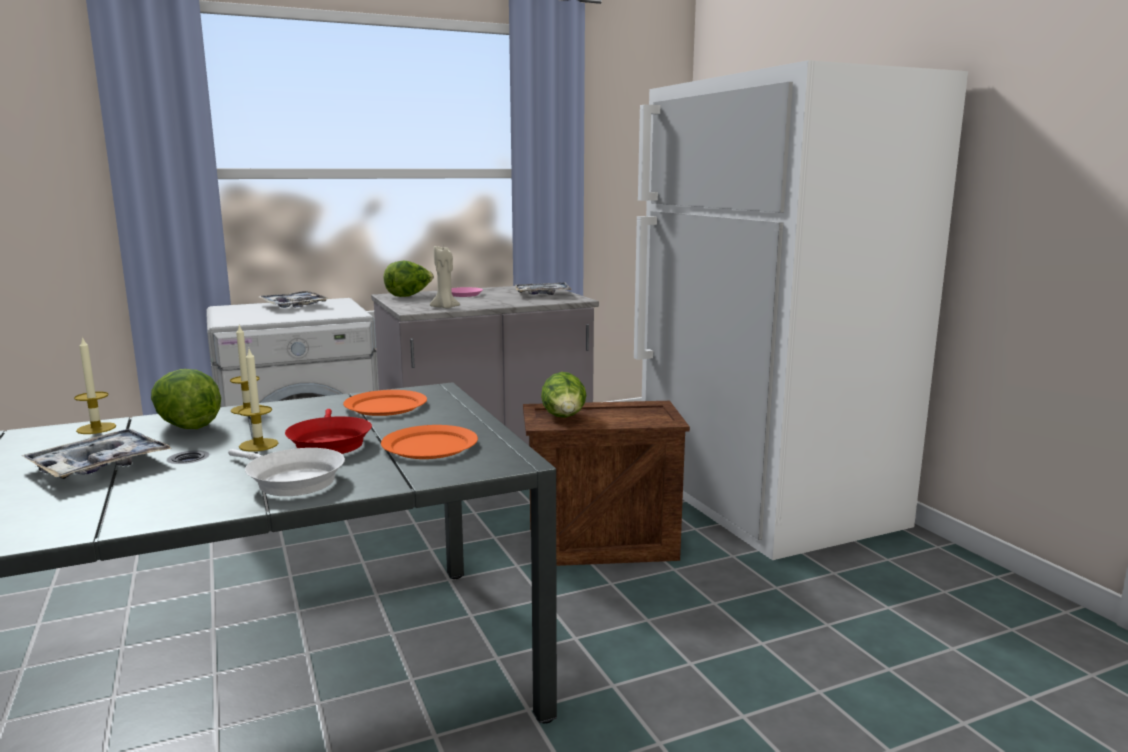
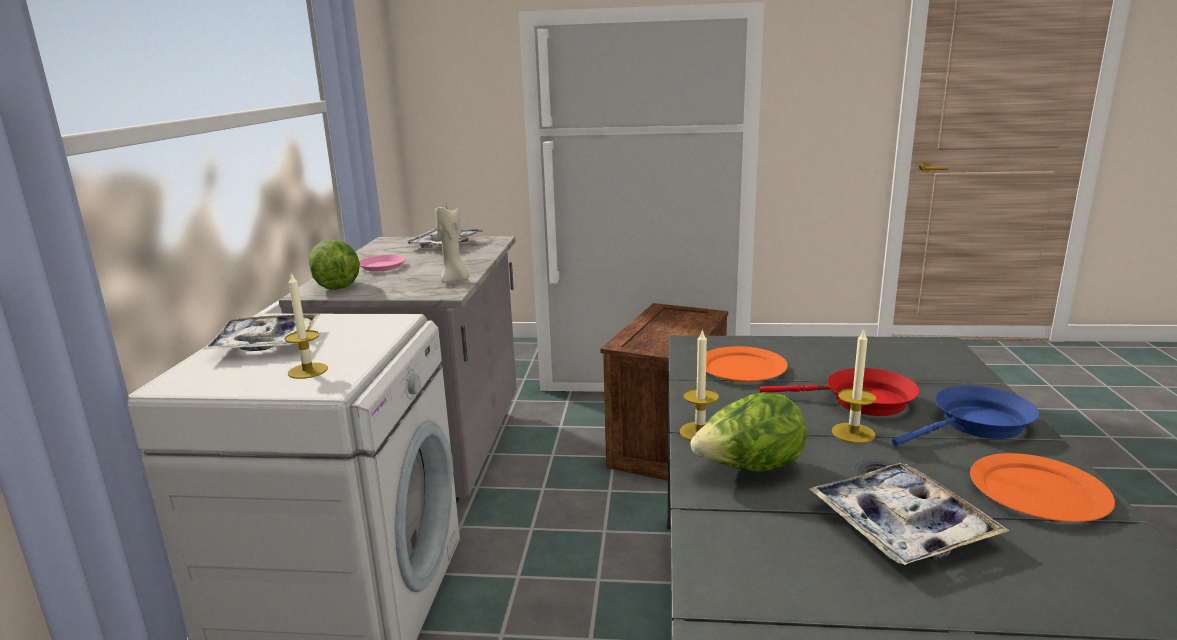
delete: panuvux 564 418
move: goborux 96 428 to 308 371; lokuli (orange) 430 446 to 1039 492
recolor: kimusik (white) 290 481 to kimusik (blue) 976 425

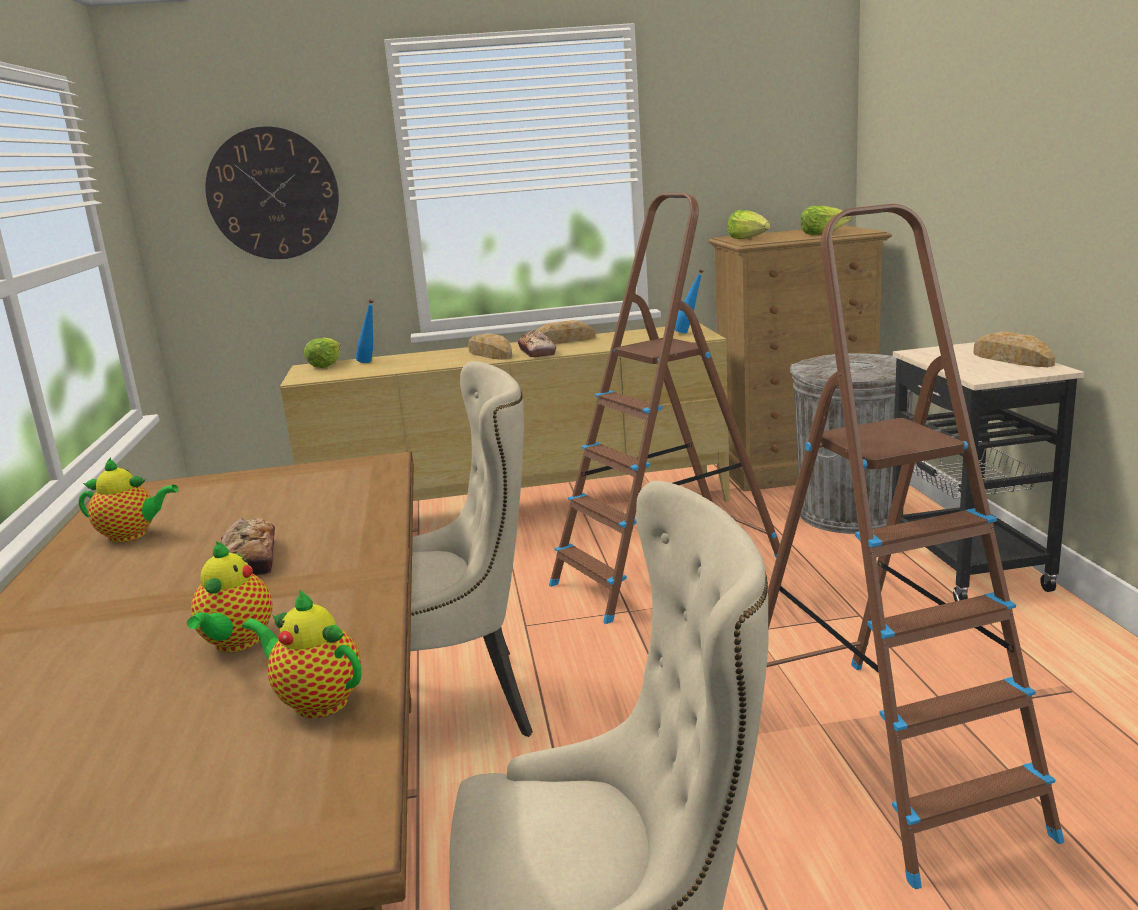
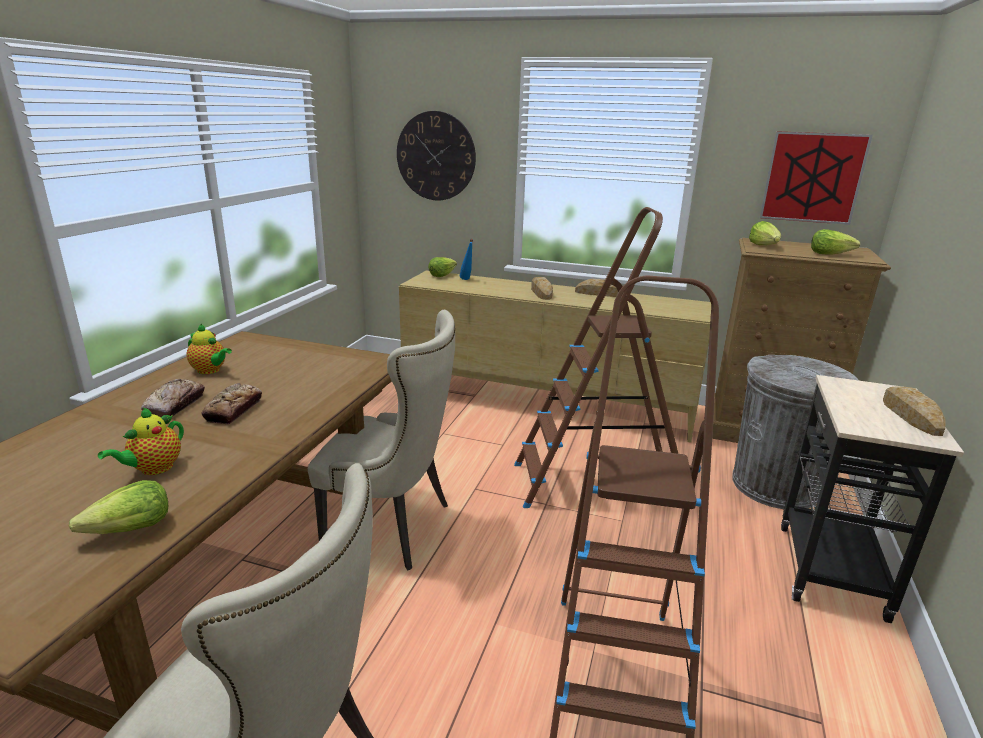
delete: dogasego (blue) 689 333
insert: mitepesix 813 178
move: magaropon 537 352 to 175 405
replace: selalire 316 701 to panuvux 130 530

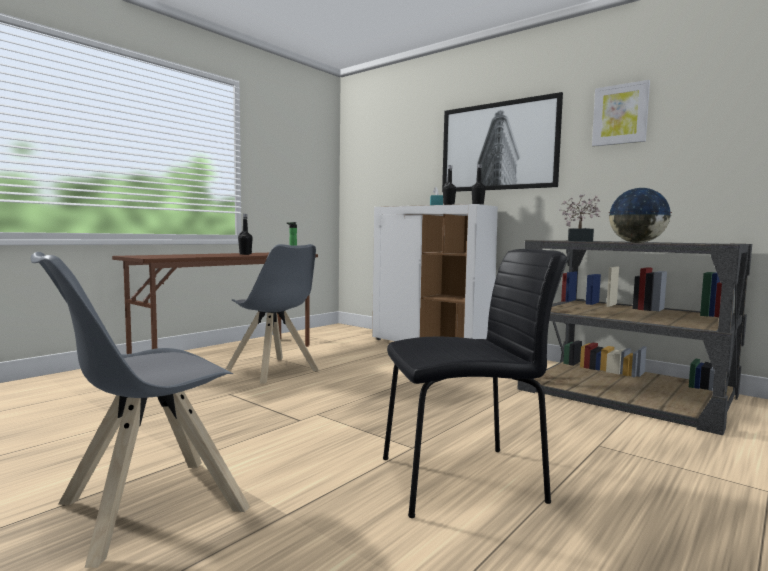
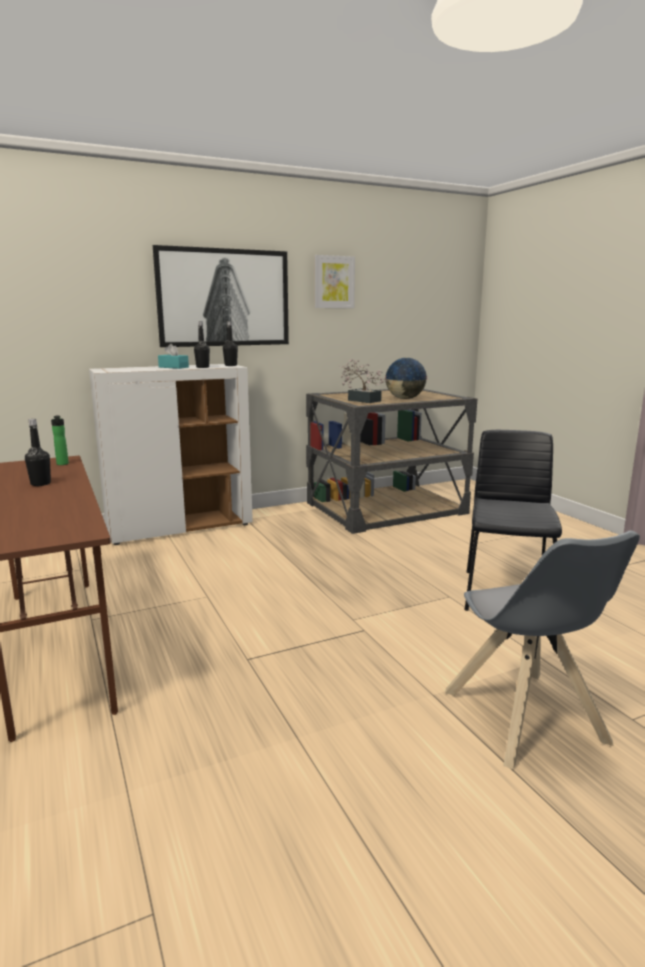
delete: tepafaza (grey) 273 371

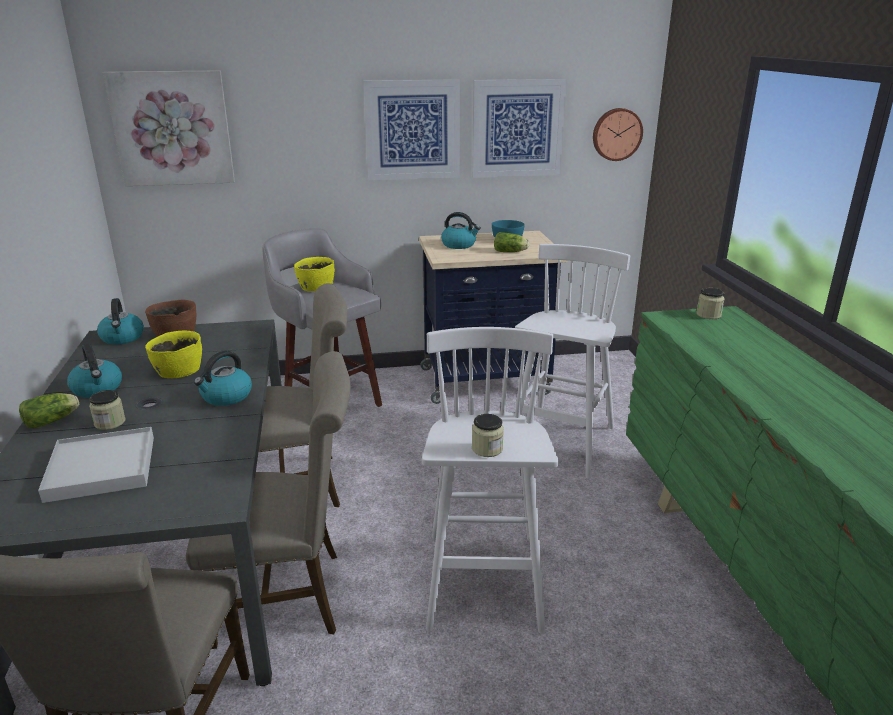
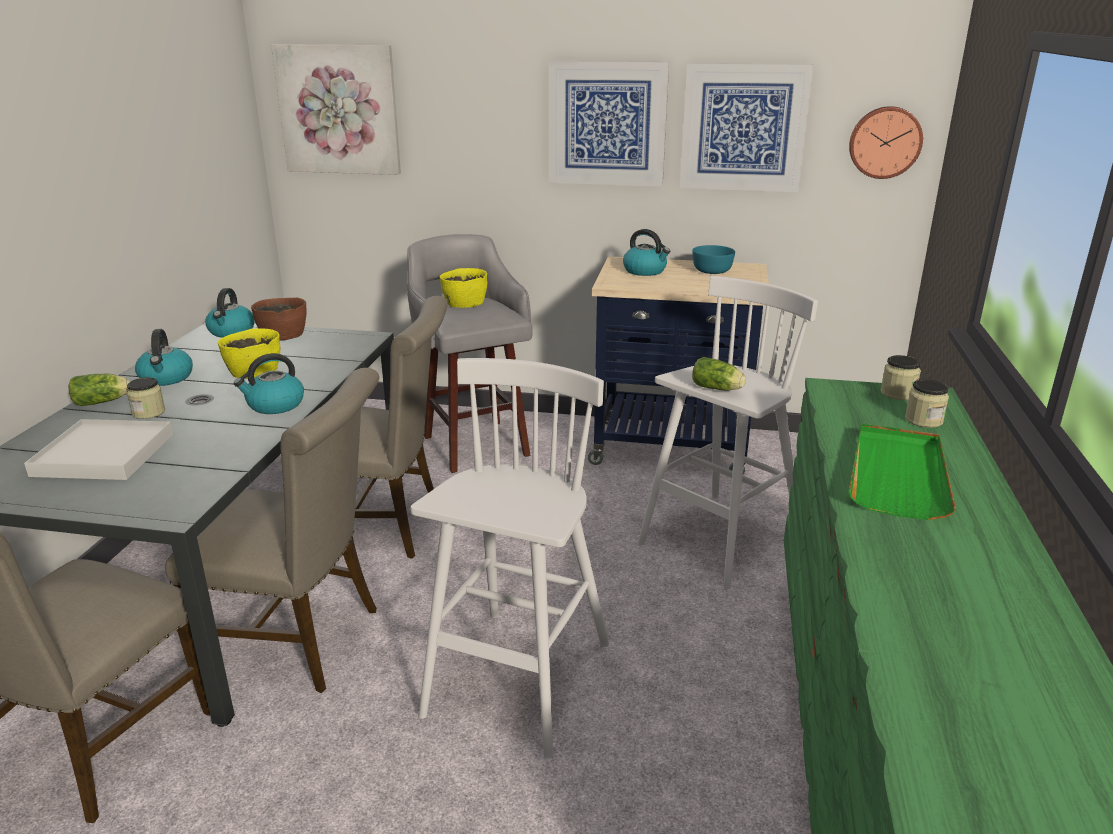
insert: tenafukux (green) 898 475
move: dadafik 487 449 to 923 420; panuvux 511 252 to 718 389

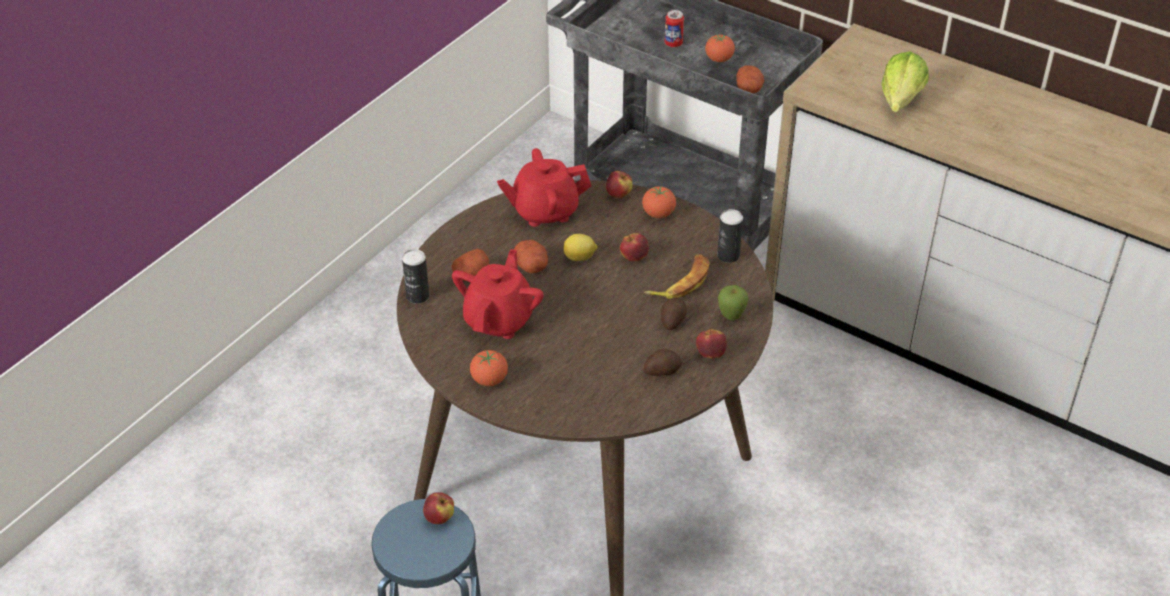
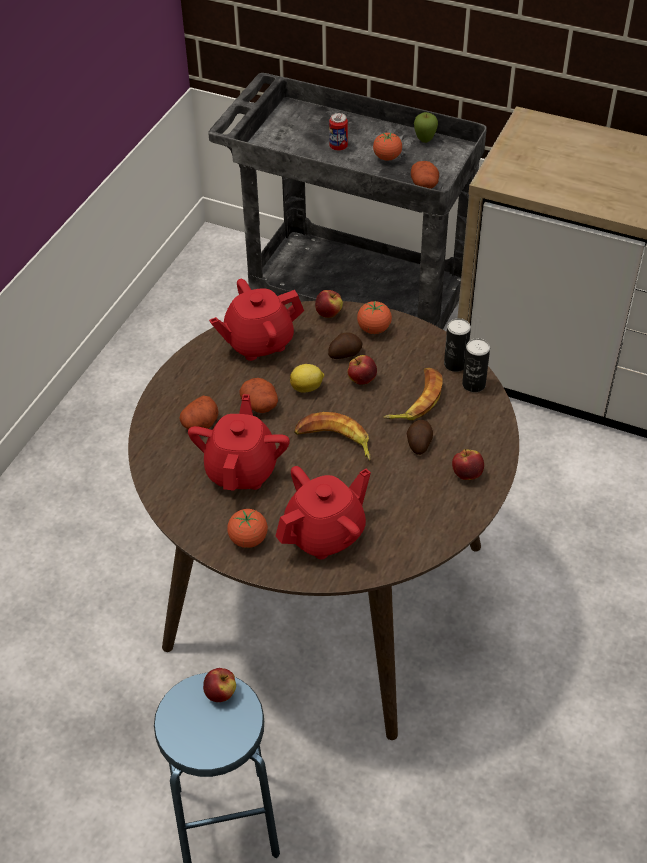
delete: panuvux 897 104
insert: selalire (red) 325 533; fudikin 334 441
move: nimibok 417 296 to 473 384; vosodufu 662 370 to 344 353; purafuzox 731 318 to 424 141

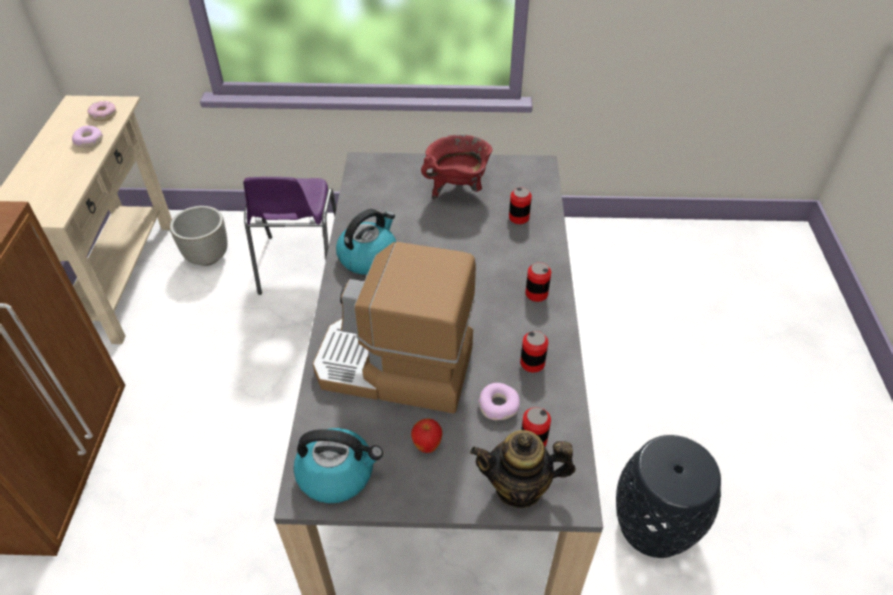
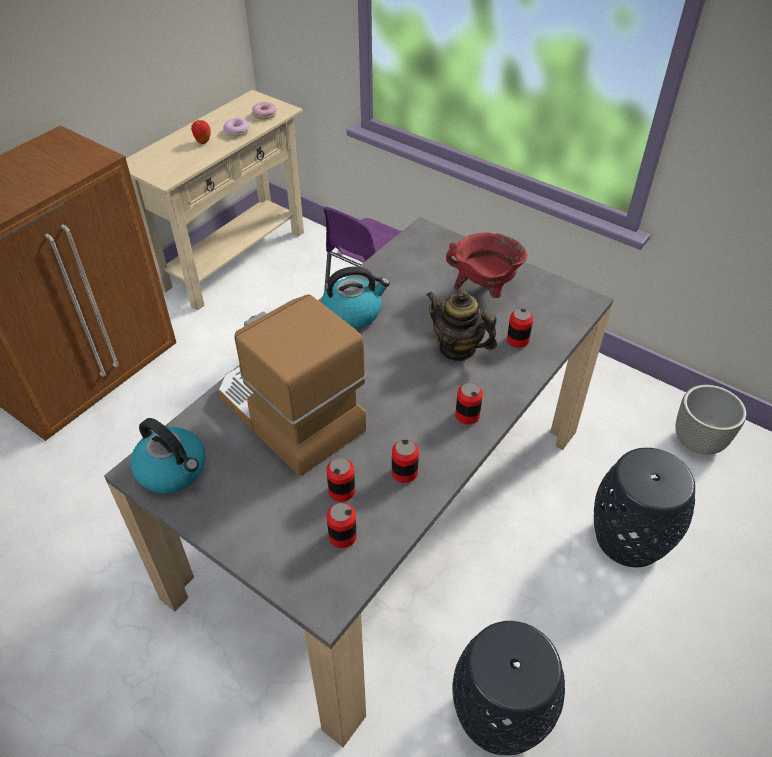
insert: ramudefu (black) 629 539
move: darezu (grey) 207 257 to 697 442; purafuzox 427 446 to 203 142; selalire 519 487 to 457 348
replace: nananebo 498 405 to nimibok 341 491

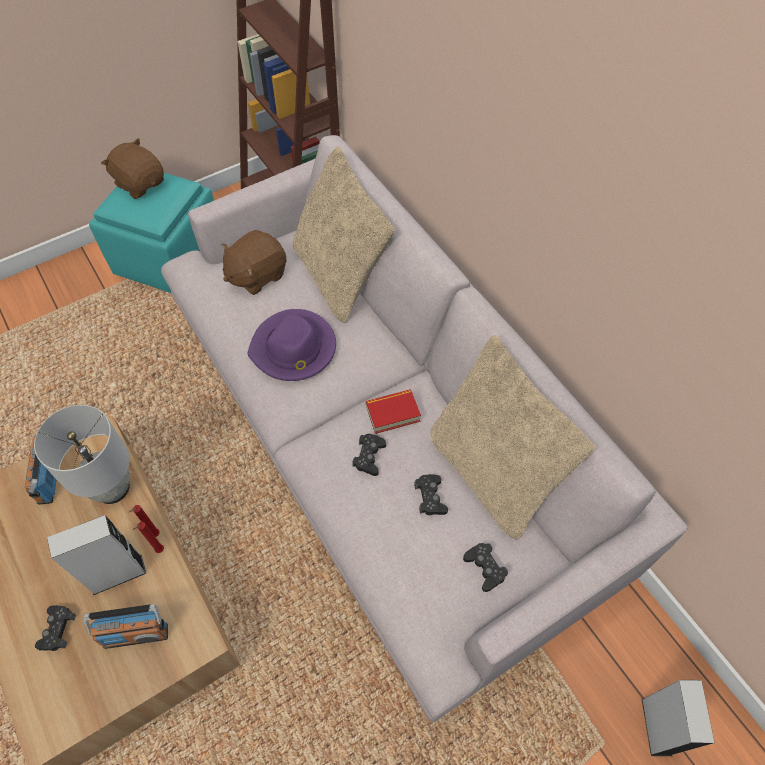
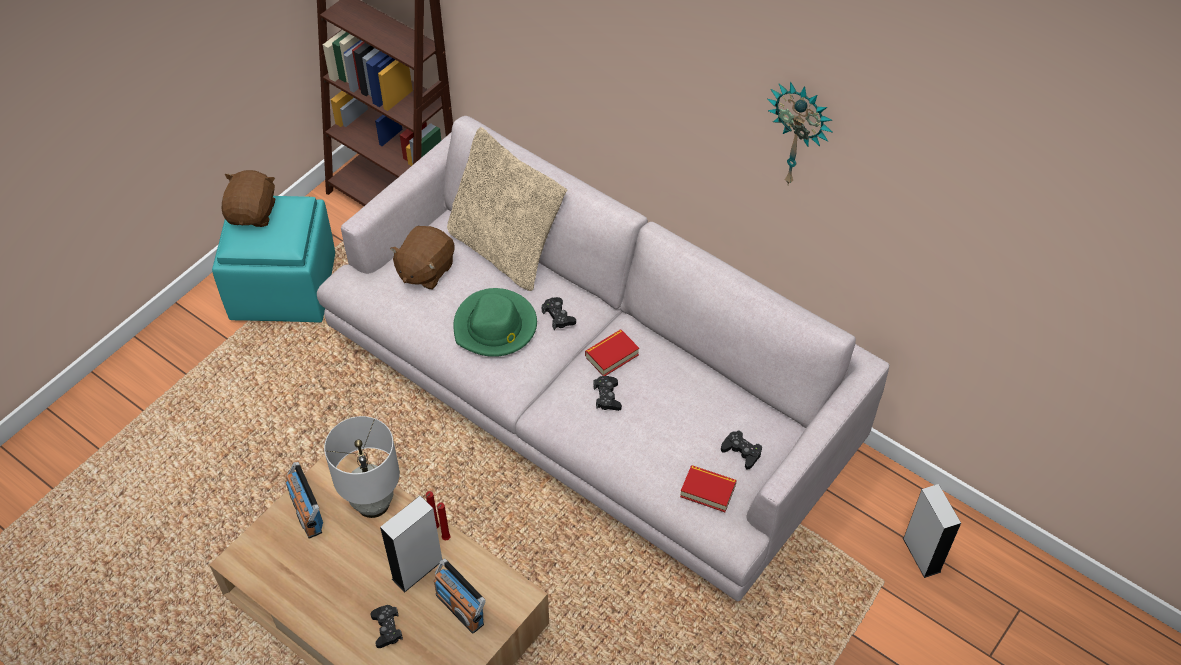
delete: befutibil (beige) 494 469
insert: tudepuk 708 491; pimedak 799 134
move: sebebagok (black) 430 497 to 558 316
recolor: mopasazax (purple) 294 349 to mopasazax (green) 495 326
rotate: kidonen 136 634 = 460 608 75 degrees clockwise; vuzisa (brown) 140 183 = 253 213 75 degrees clockwise

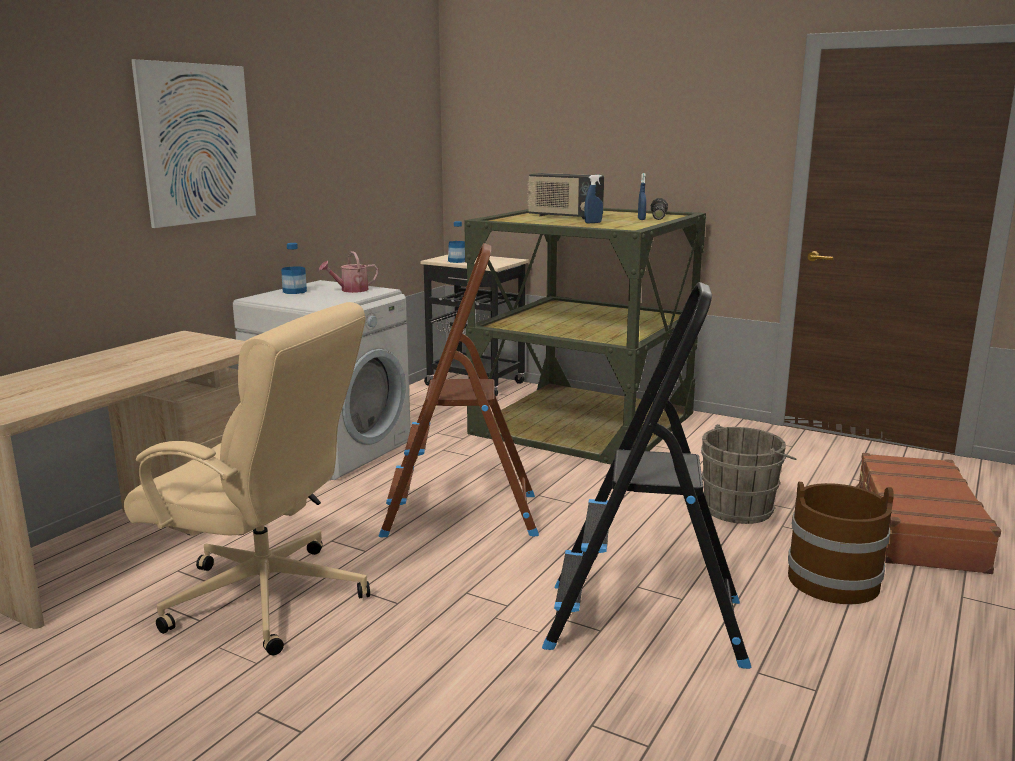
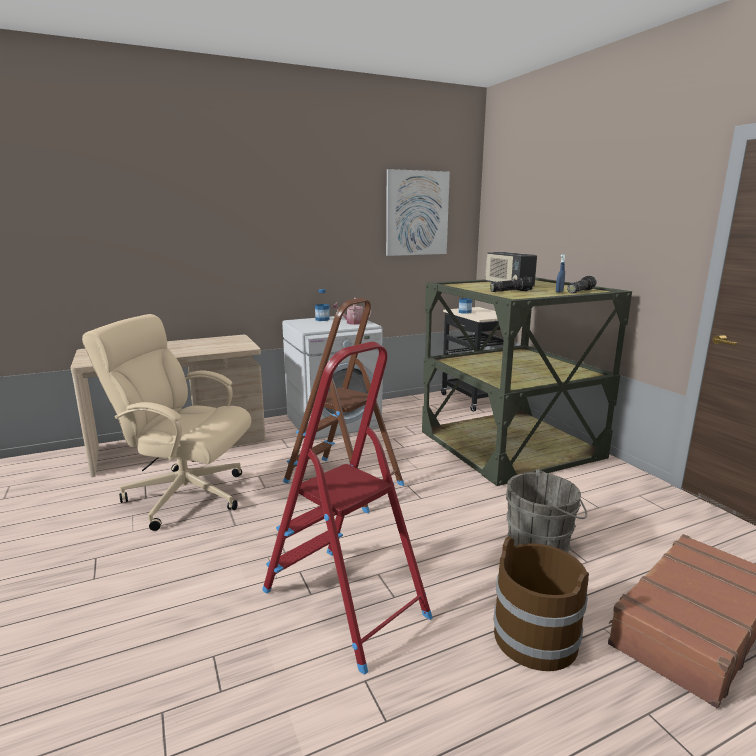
move: mitepesix 197 144 to 417 213
replace: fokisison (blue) 593 223 to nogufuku 510 291
recolor: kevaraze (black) 642 623 to kevaraze (red) 342 602
rotate: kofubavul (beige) 265 596 = 187 496 135 degrees clockwise

